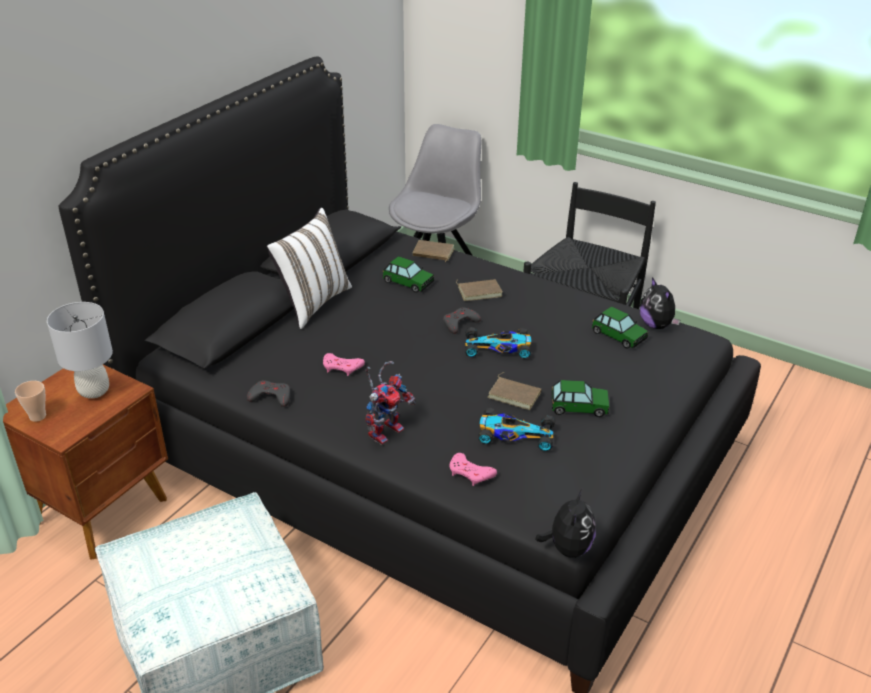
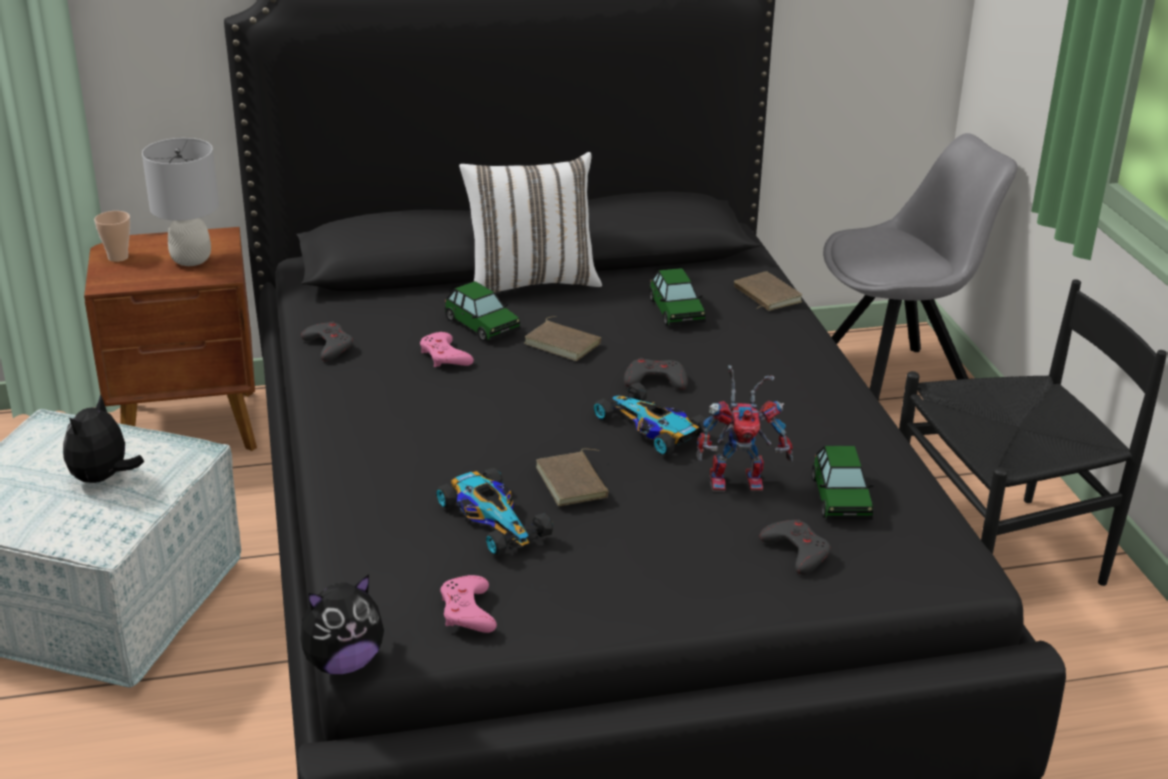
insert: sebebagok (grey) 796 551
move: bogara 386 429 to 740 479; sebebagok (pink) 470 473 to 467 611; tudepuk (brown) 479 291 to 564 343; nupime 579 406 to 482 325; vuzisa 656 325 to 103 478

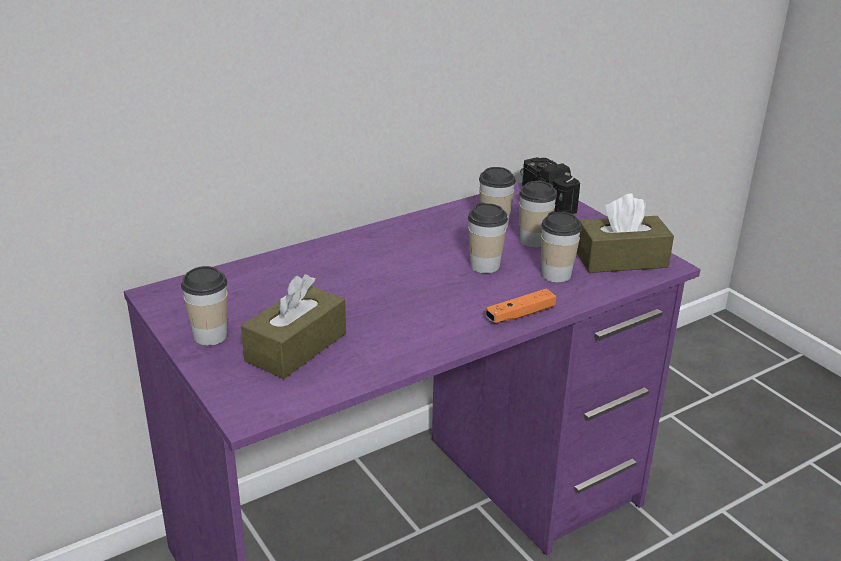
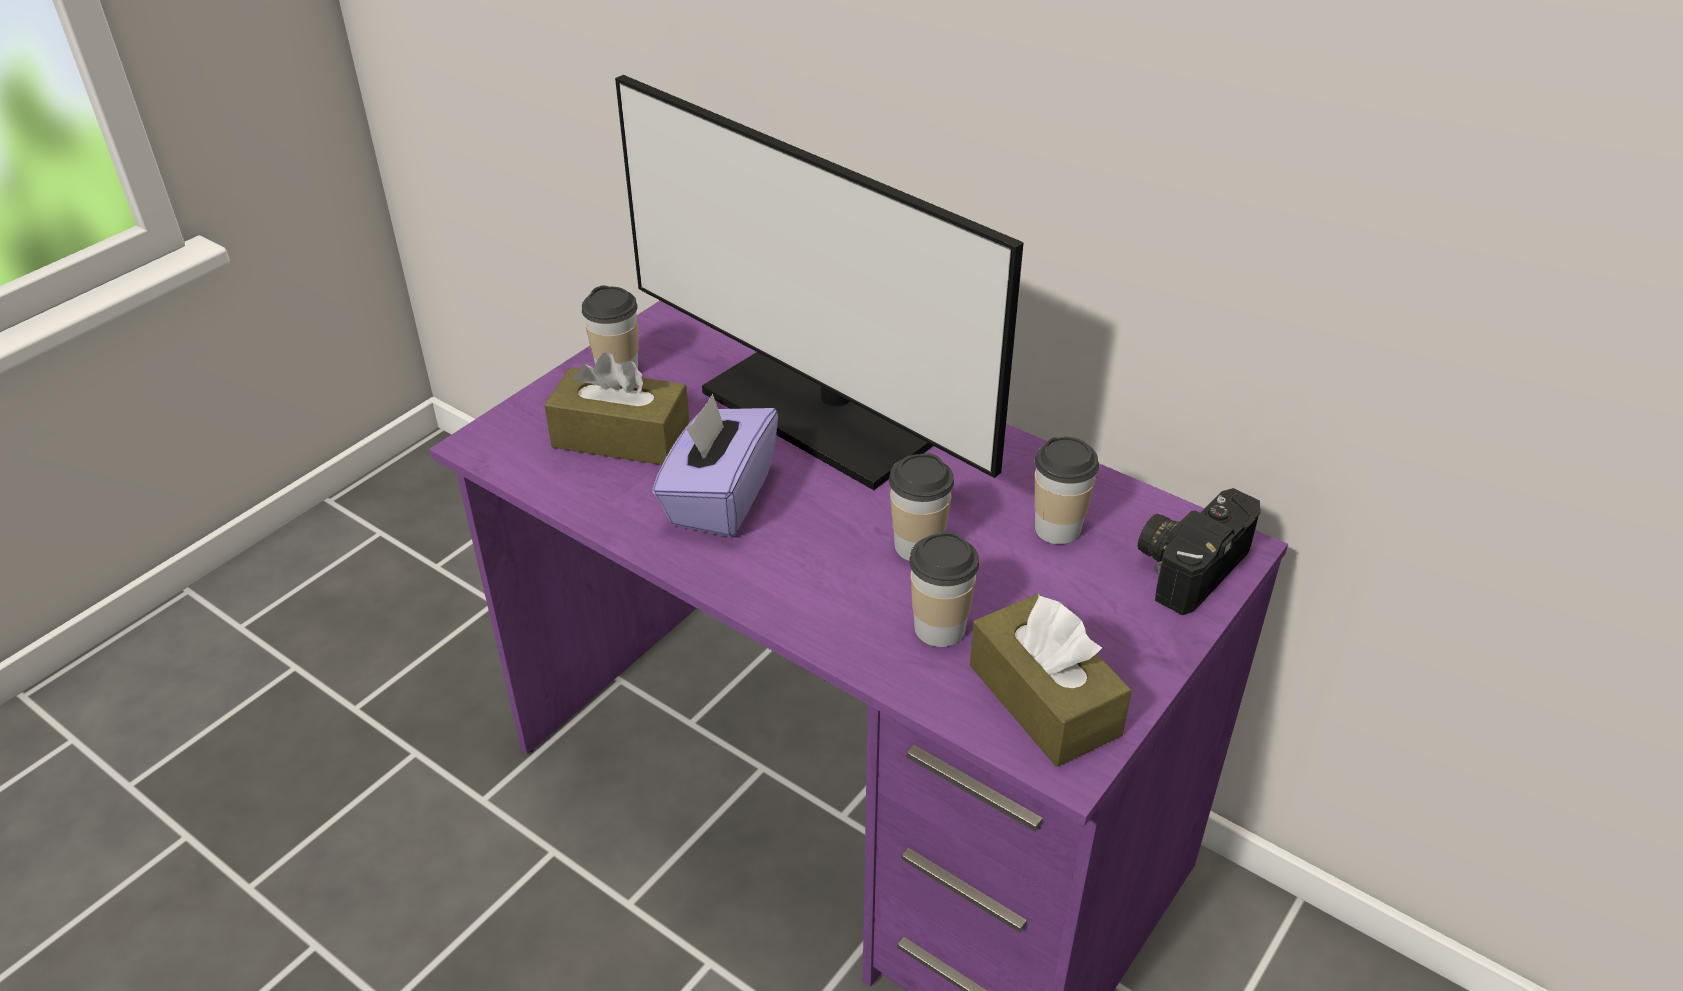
delete: sebebagok (orange) 520 314; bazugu 534 240
insert: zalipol 821 415; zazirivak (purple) 719 498

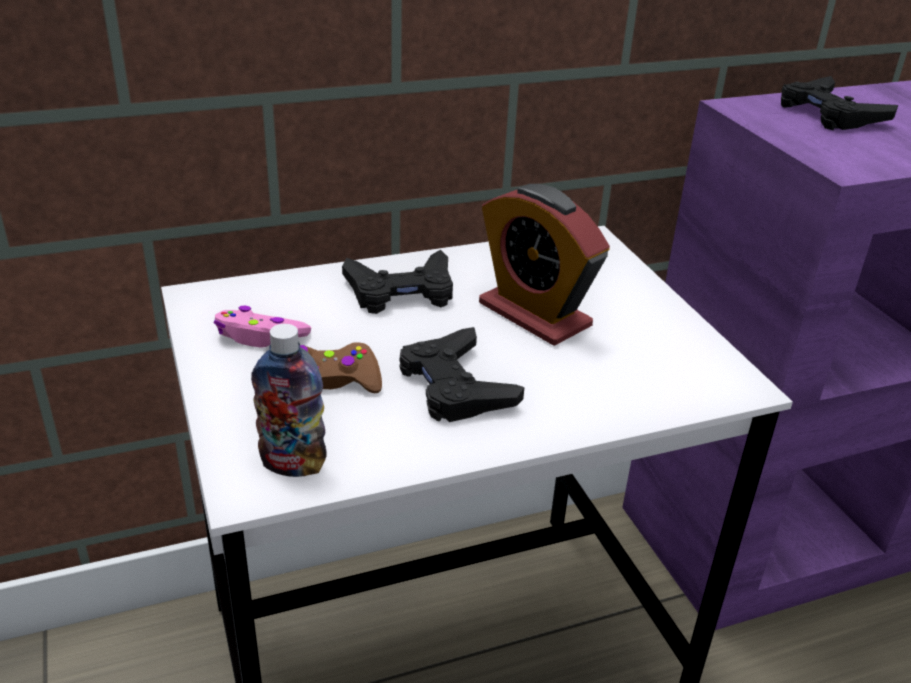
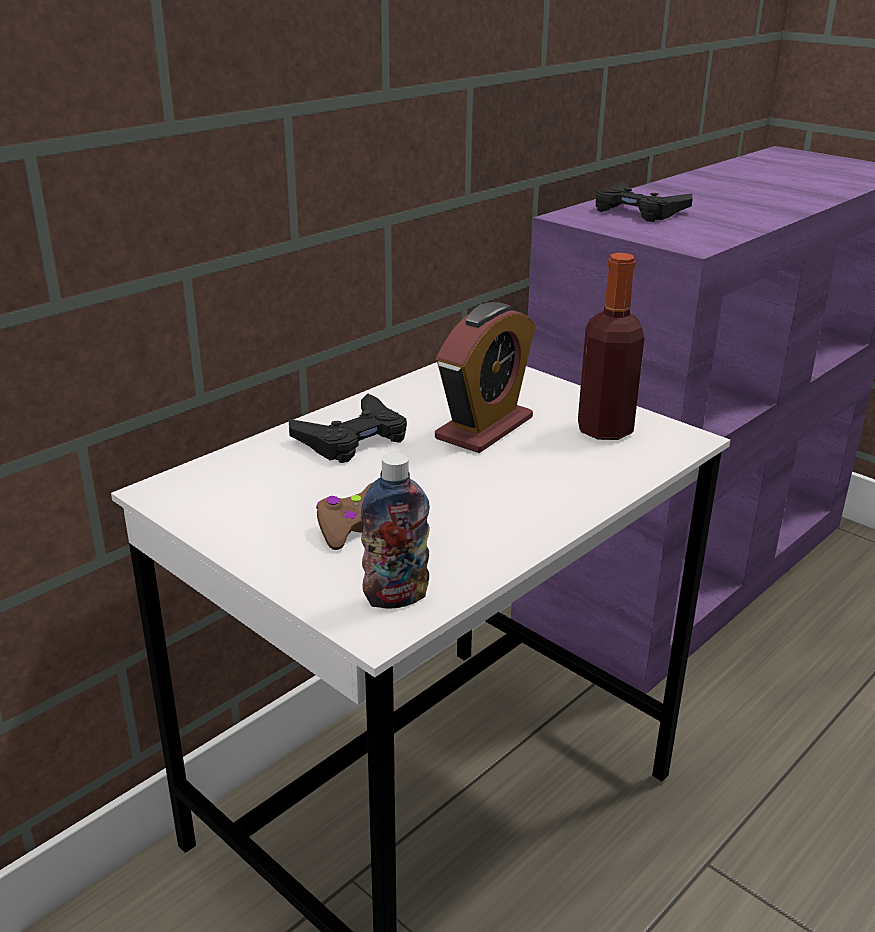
delete: sebebagok (pink) 260 337; sebebagok (black) 455 386
insert: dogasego 605 430
rotate: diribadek 534 315 = 484 428 75 degrees counterclockwise

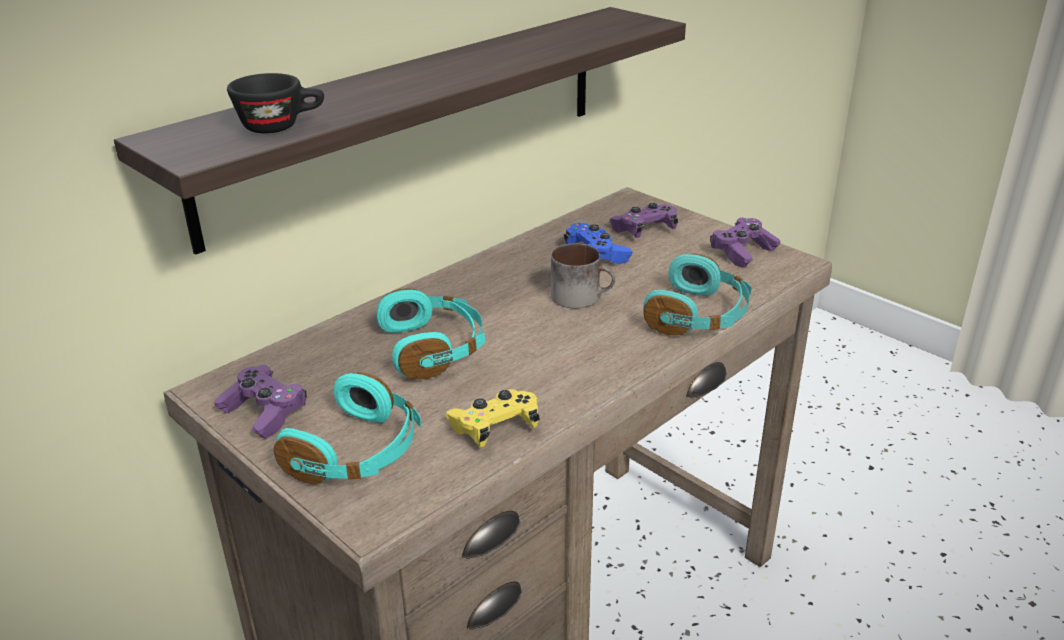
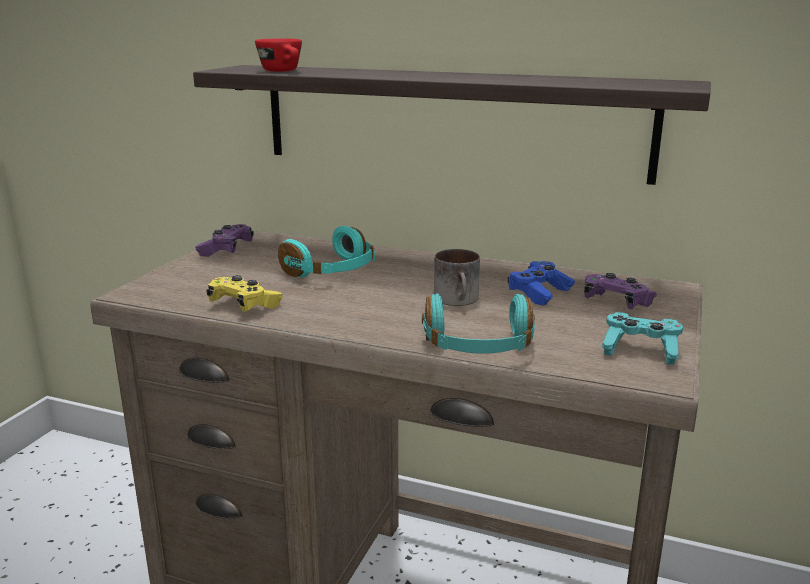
delete: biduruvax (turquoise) 358 453
recolor: bazugu (black) 281 126 to bazugu (red) 284 71; sebebagok (purple) 743 252 to sebebagok (turquoise) 640 350

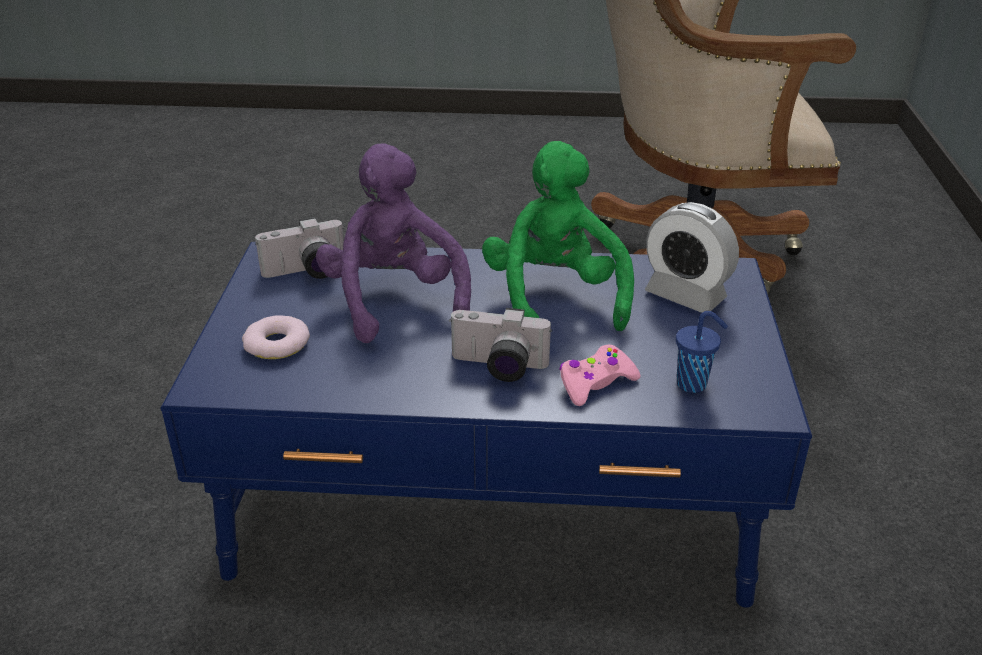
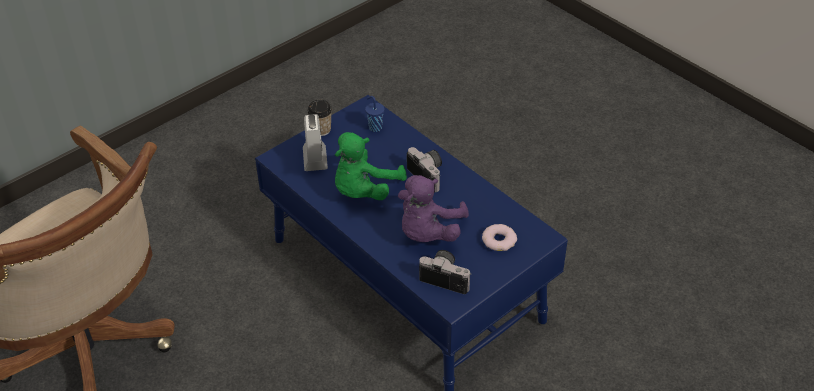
delete: sebebagok (pink) 595 383
insert: bazugu 321 130

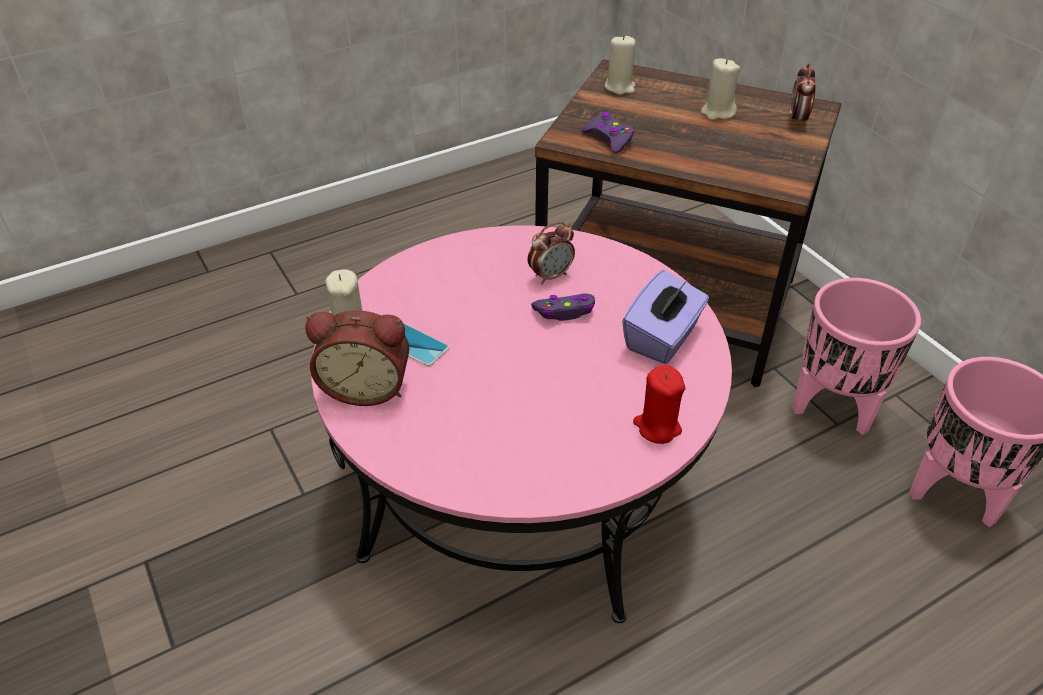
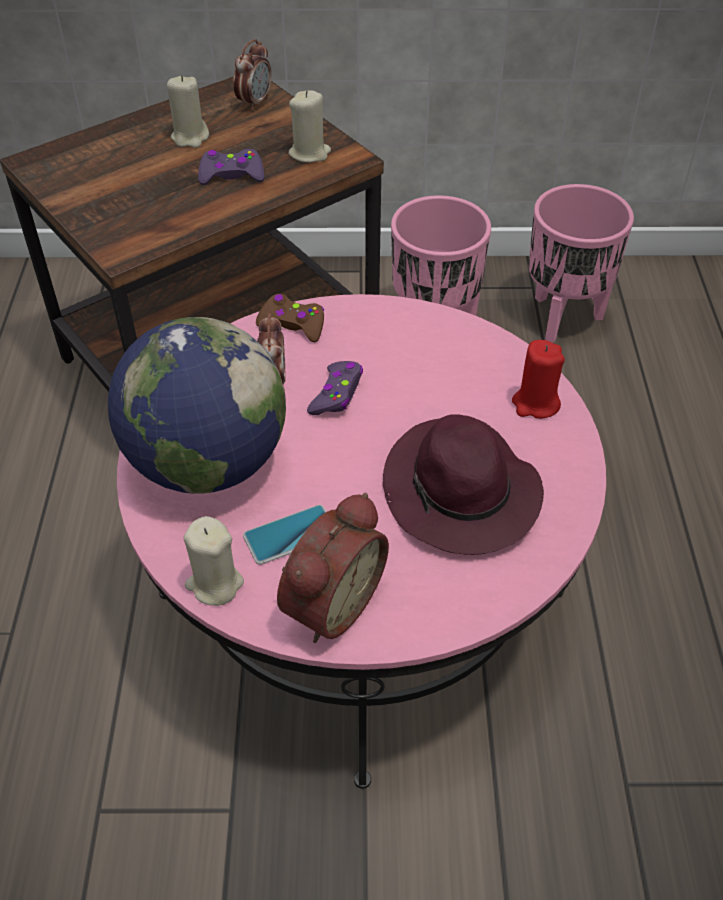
delete: zazirivak (purple) 663 338
insert: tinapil 207 463; sebebagok (brown) 293 324; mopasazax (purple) 461 493
move: sebebagok (purple) 609 139 to 231 175; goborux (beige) 620 87 to 310 153
rotate: diribadek 797 120 = 254 102 105 degrees counterclockwise

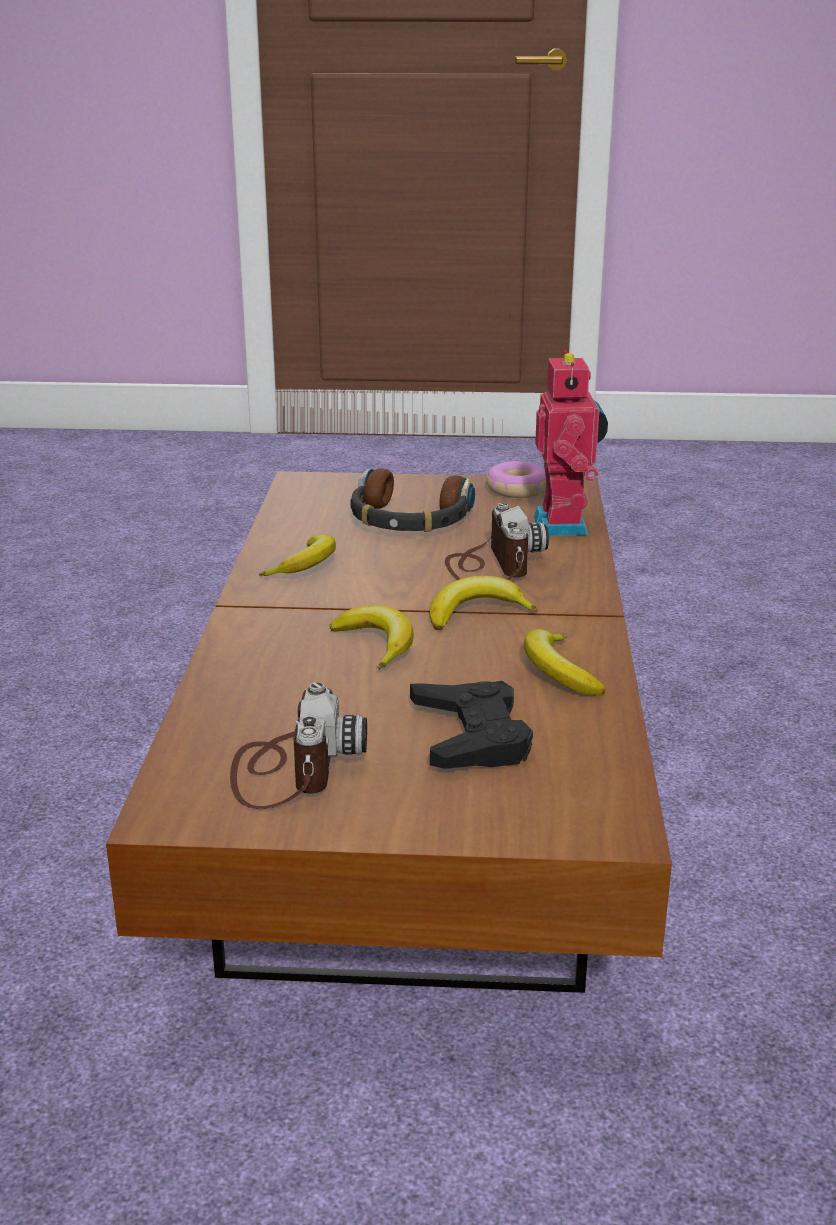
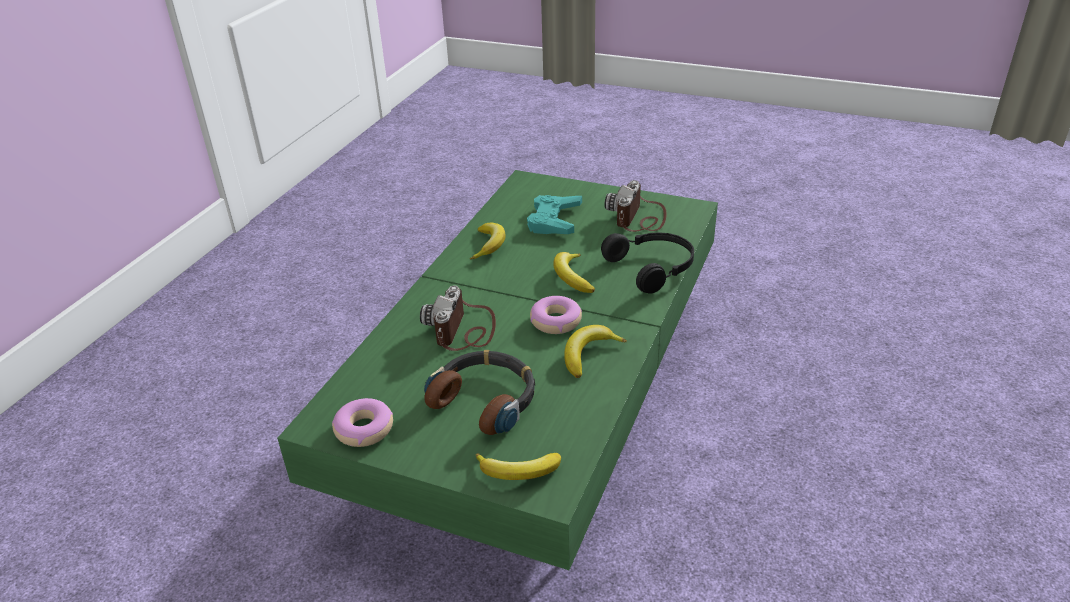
delete: bogara 565 525
insert: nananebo 555 321; biduruvax (black) 653 268
move: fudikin 476 613 to 518 472
recolor: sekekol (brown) 414 795 to sekekol (green) 540 404; sebebagok (black) 471 736 to sebebagok (turquoise) 554 220

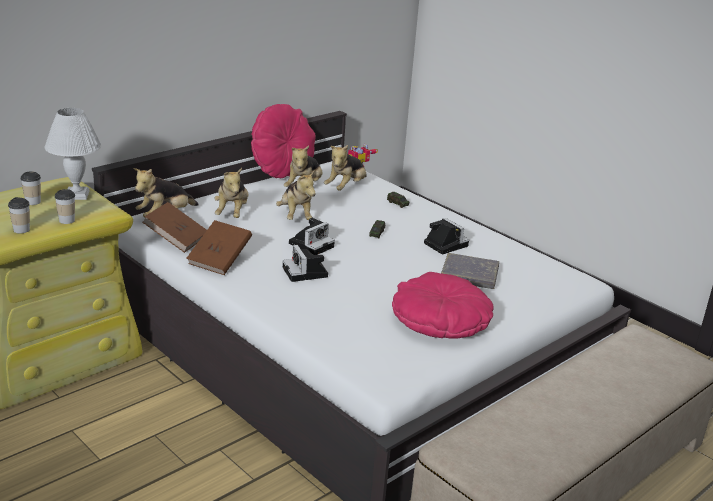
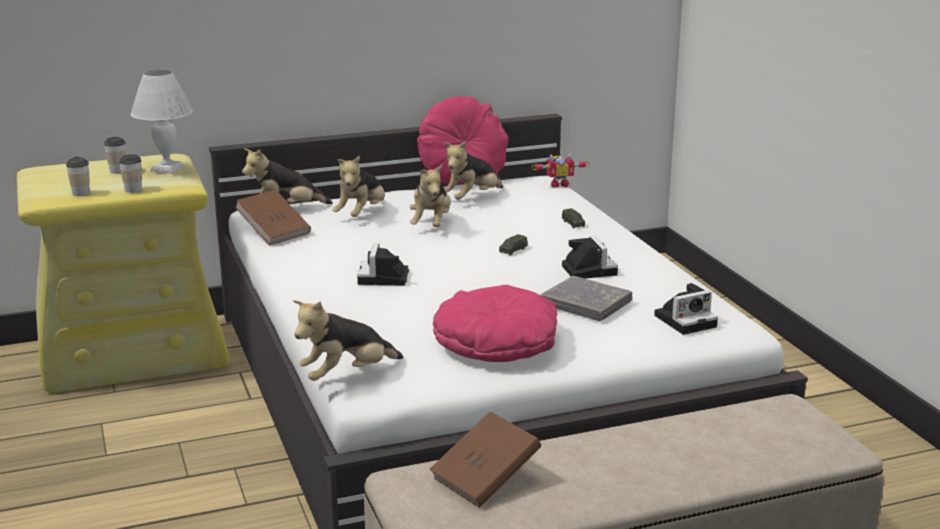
move: tudepuk (brown) 219 260 to 485 479; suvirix 312 244 to 686 320; vuzisa 346 187 to 346 375

